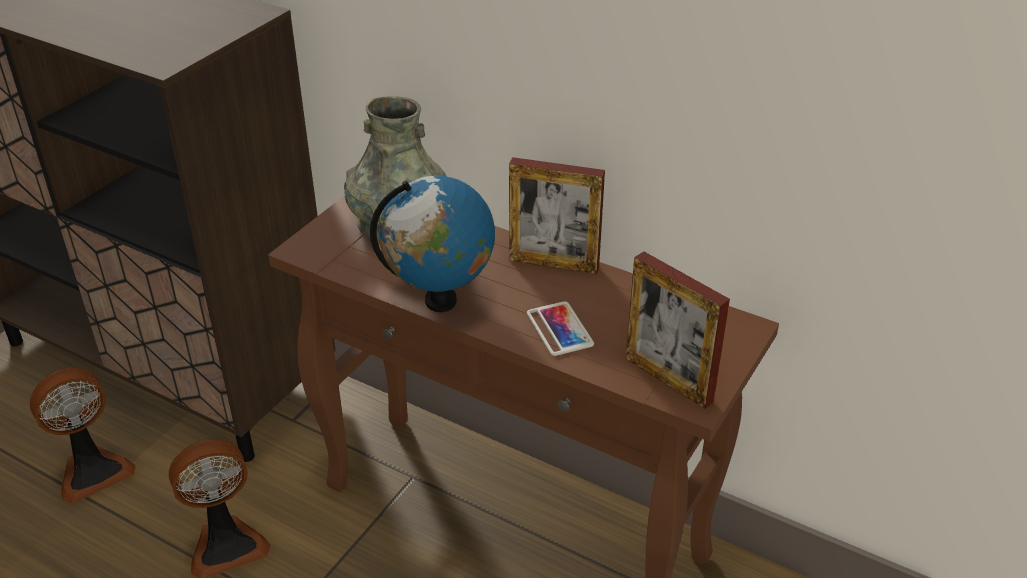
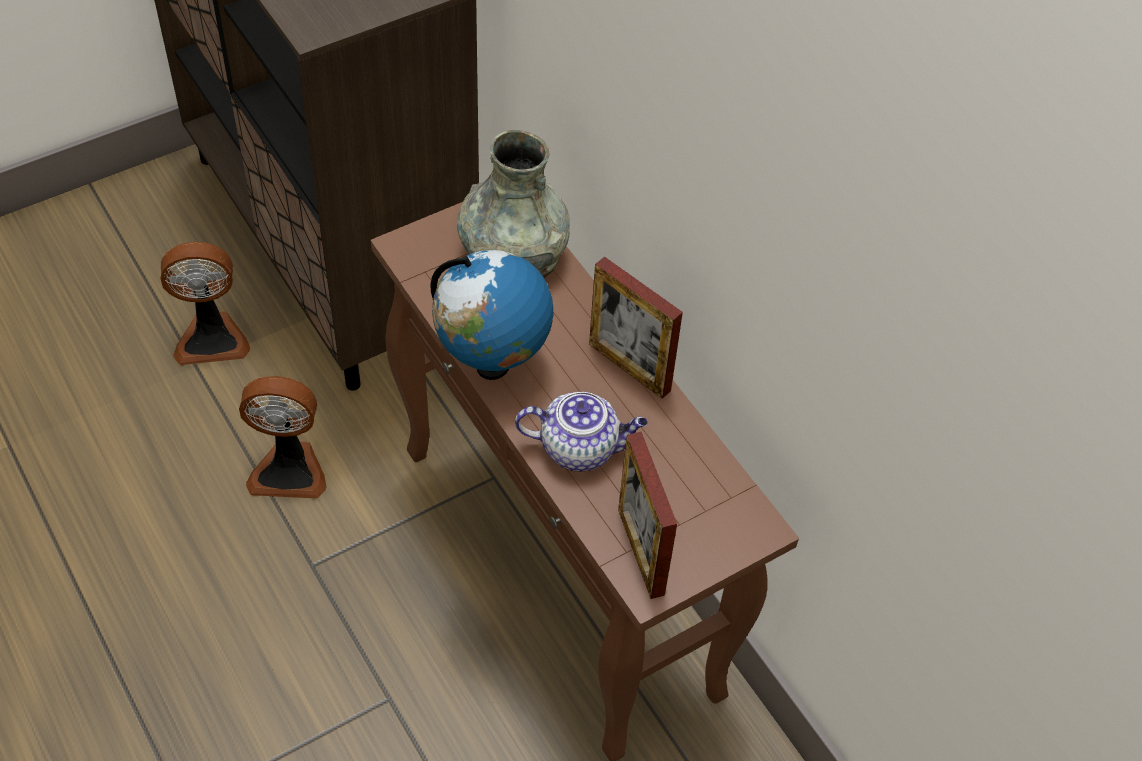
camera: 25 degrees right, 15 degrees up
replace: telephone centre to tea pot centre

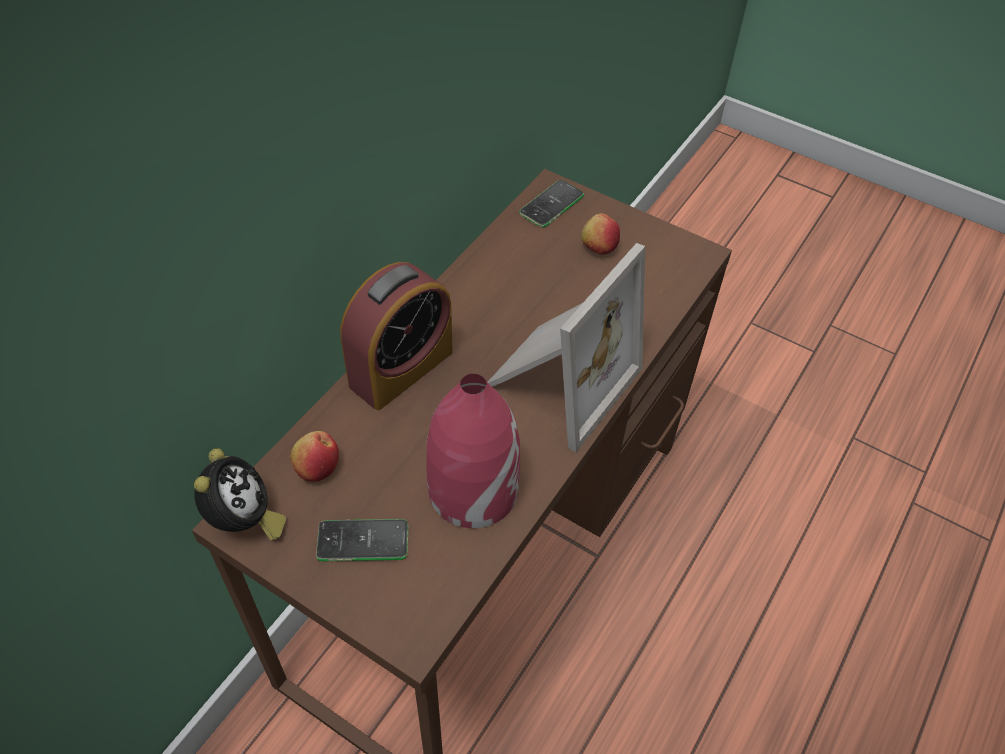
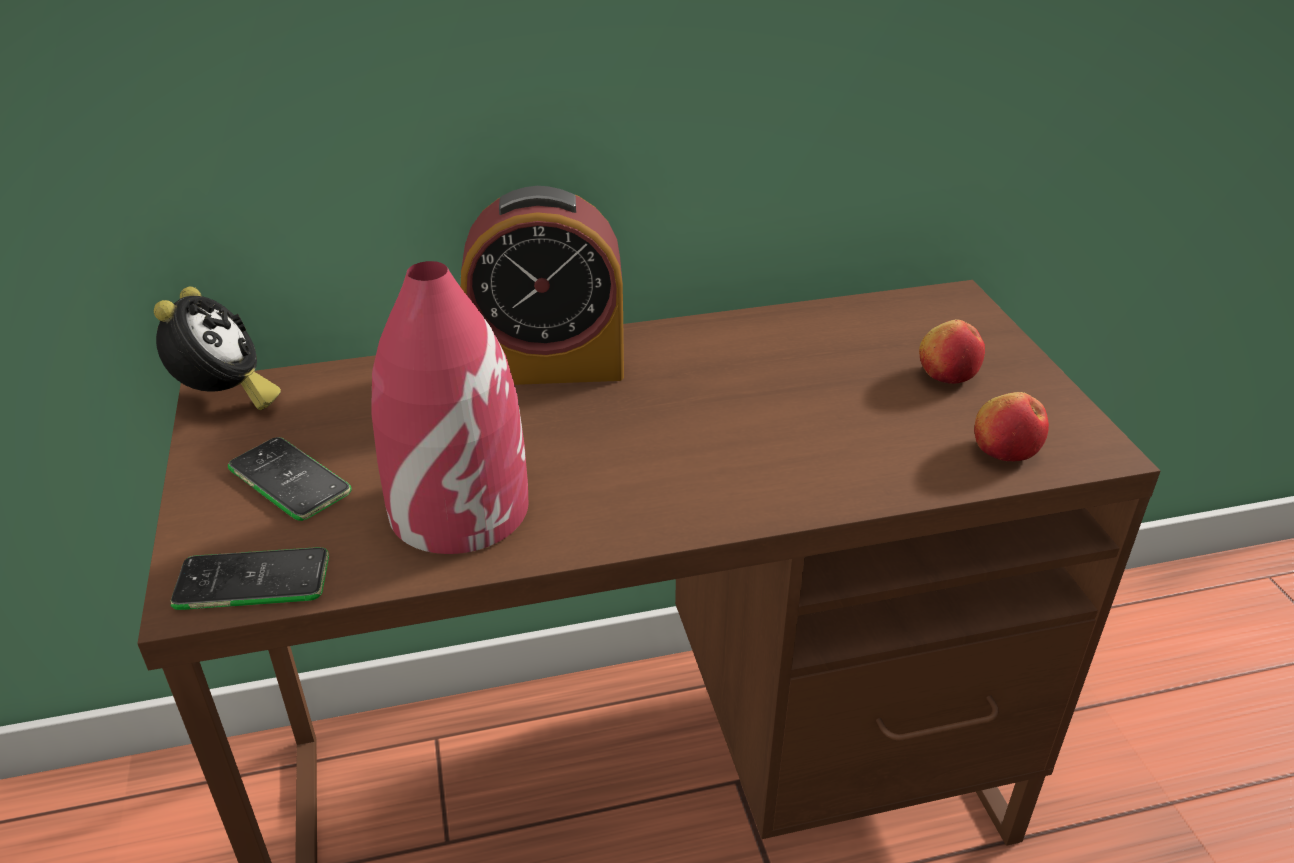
camera: 45 degrees right, 15 degrees down
delete: photo frame centre
move: whole apple (1st from left in the first image) middle left to whole apple (2nd from left) middle right; telephone (2nd from left in the first image) top centre to telephone (1st from left) bottom left
rotate: bedside clock (1st from left) middle left = middle left 45 degrees counterclockwise

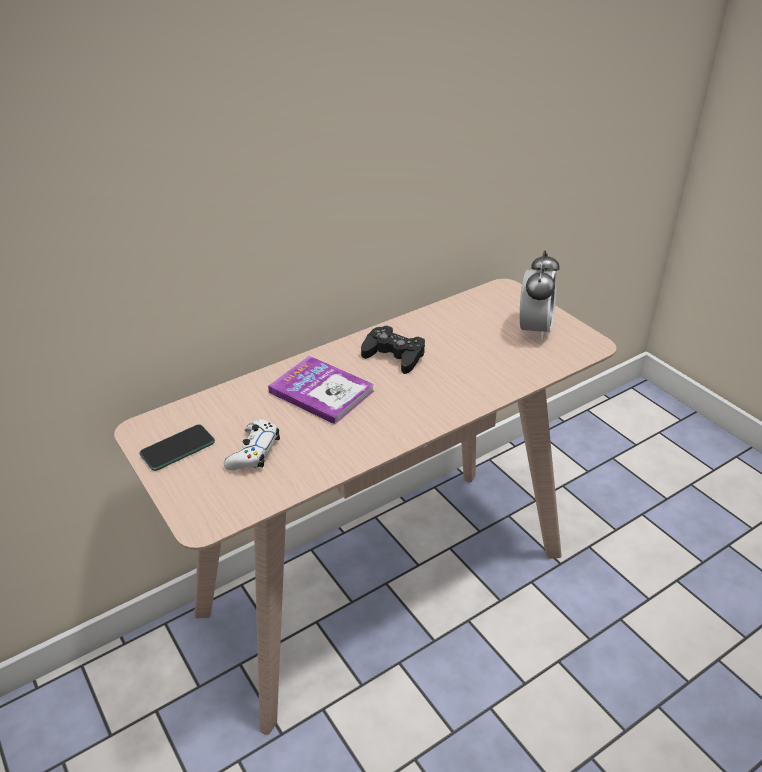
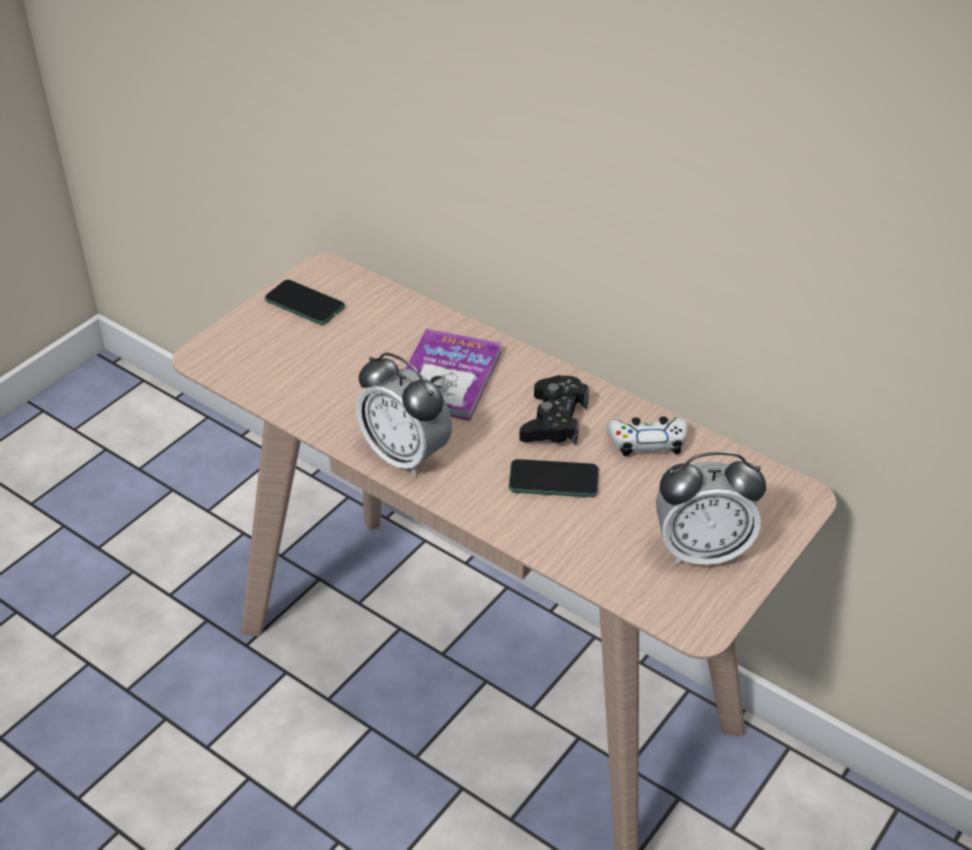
camera: 70 degrees right, 5 degrees up
insert: bedside clock (1st from left) centre; telephone (2nd from left) centre
move: joypad (white-coloured) middle left to centre

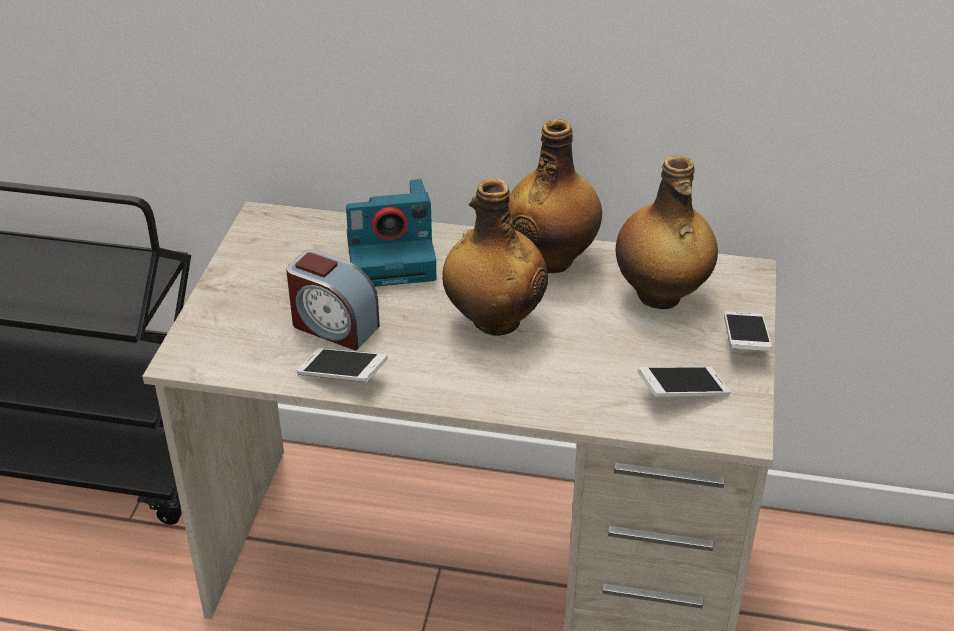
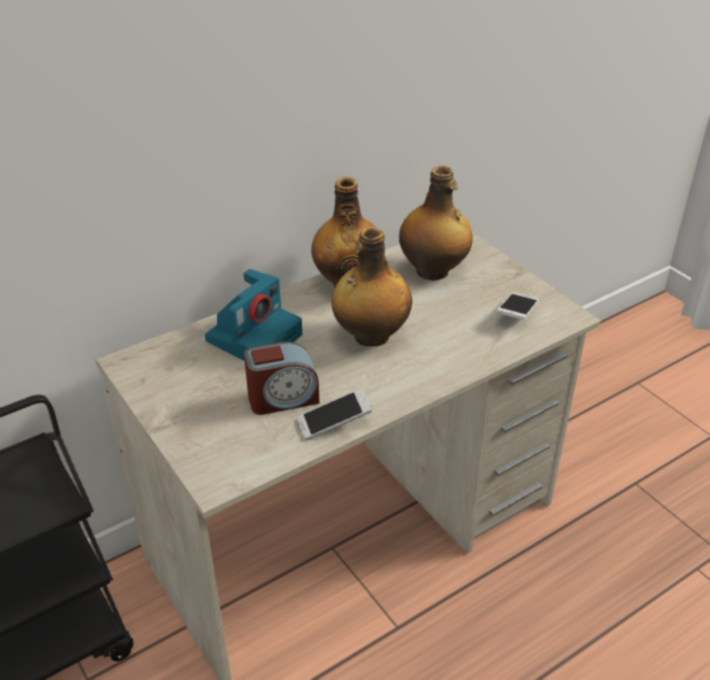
camera: 45 degrees left, 0 degrees up
delete: telephone (3rd from left) middle right

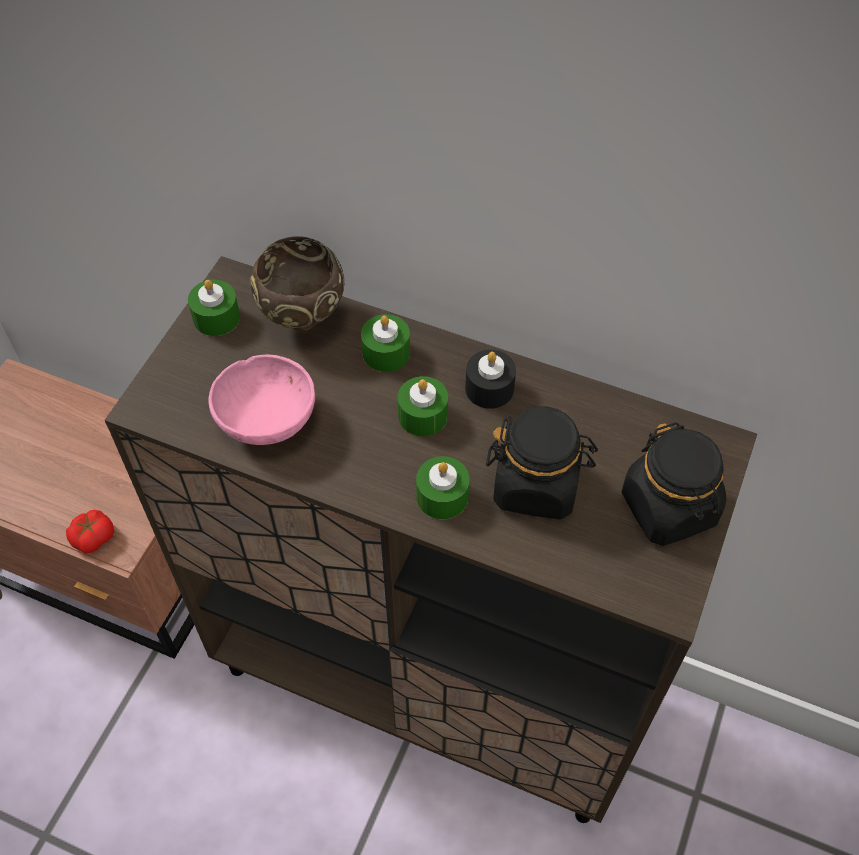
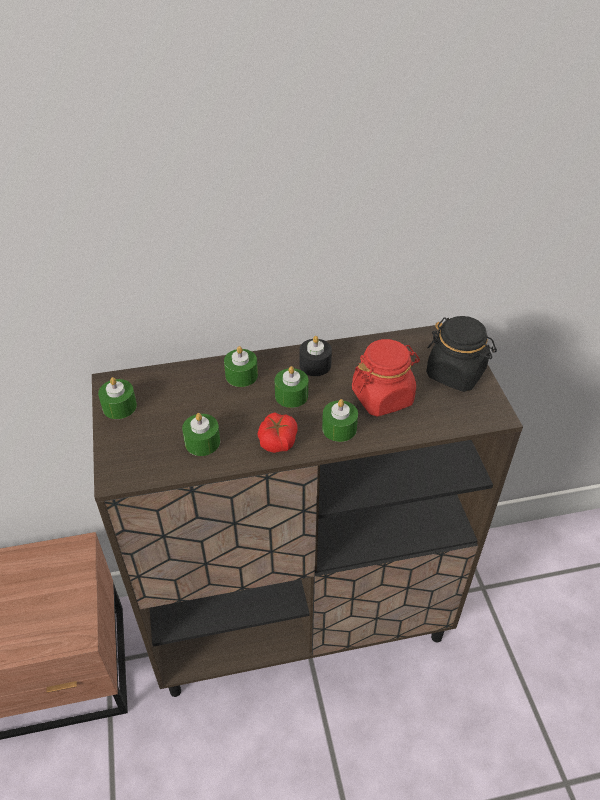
camera: 35 degrees left, 10 degrees down
delete: deep dish (brown-coloured) top centre
move: fresh tomato middle left to centre
replace: deep dish (pinkish) middle left to wax candle (green) (2nd from left) centre
recolor: jar (blackish) (1st from left) centre to jar (reddish) centre

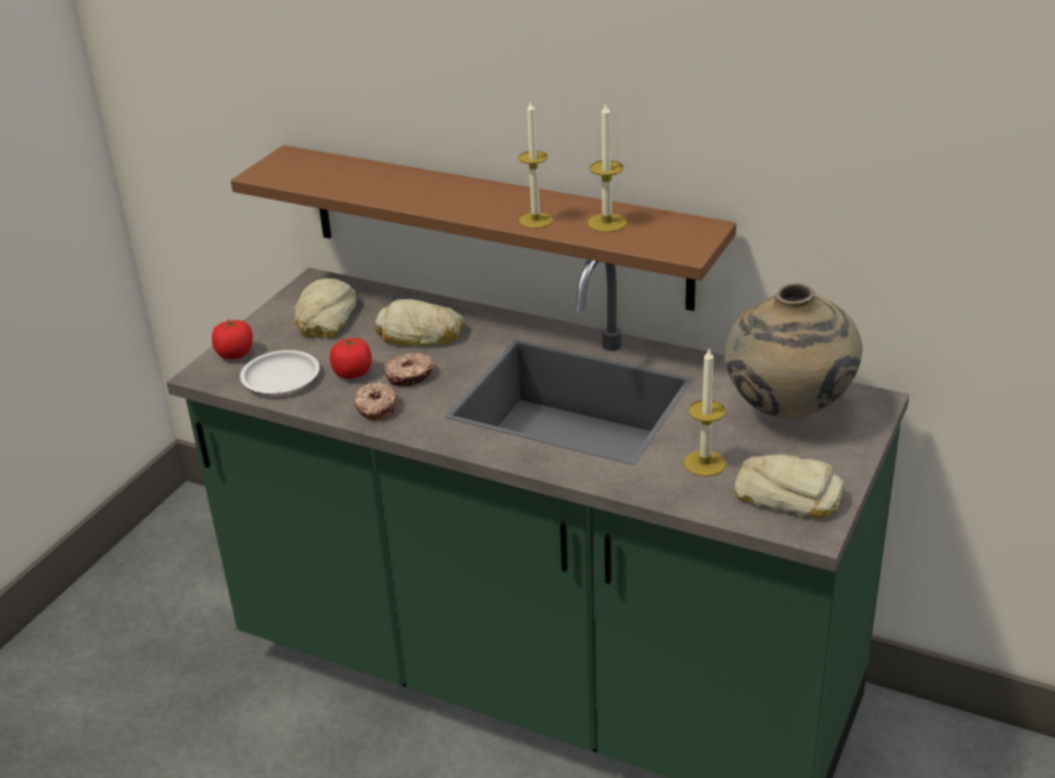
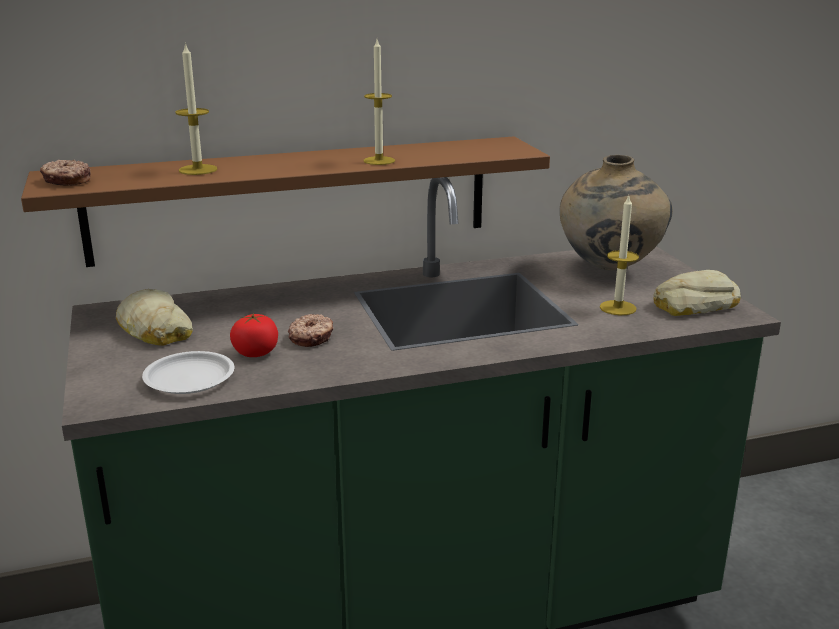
camera: 45 degrees left, 10 degrees down
delete: fresh tomato (1st from left) middle left; bread (2nd from left) centre
move: doughnut (1st from left) centre to top left; wax candle (2nd from left in the first image) top centre to wax candle (1st from left) top left

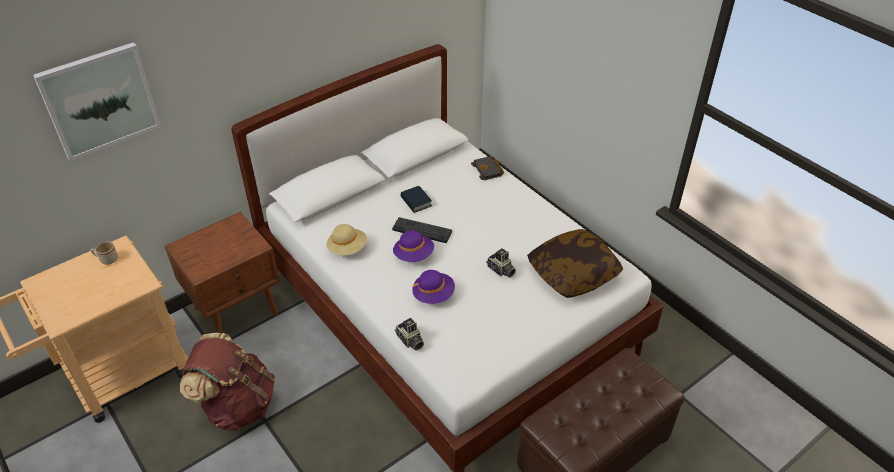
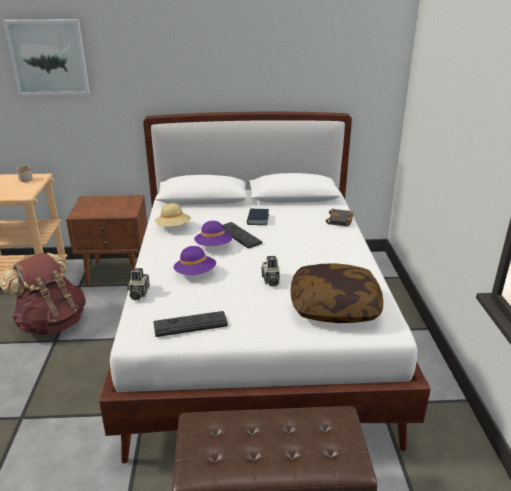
camera: 35 degrees right, 15 degrees down
insert: computer keyboard (1st from left) centre

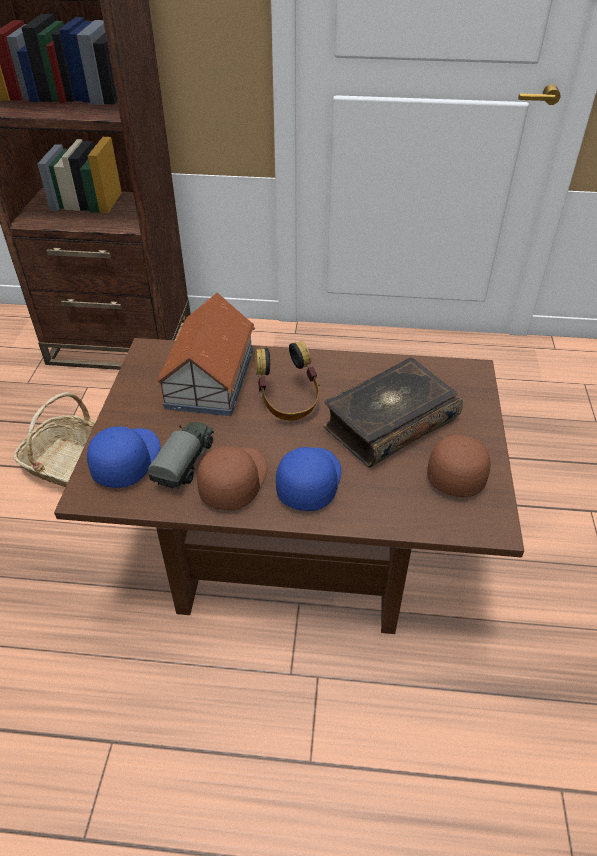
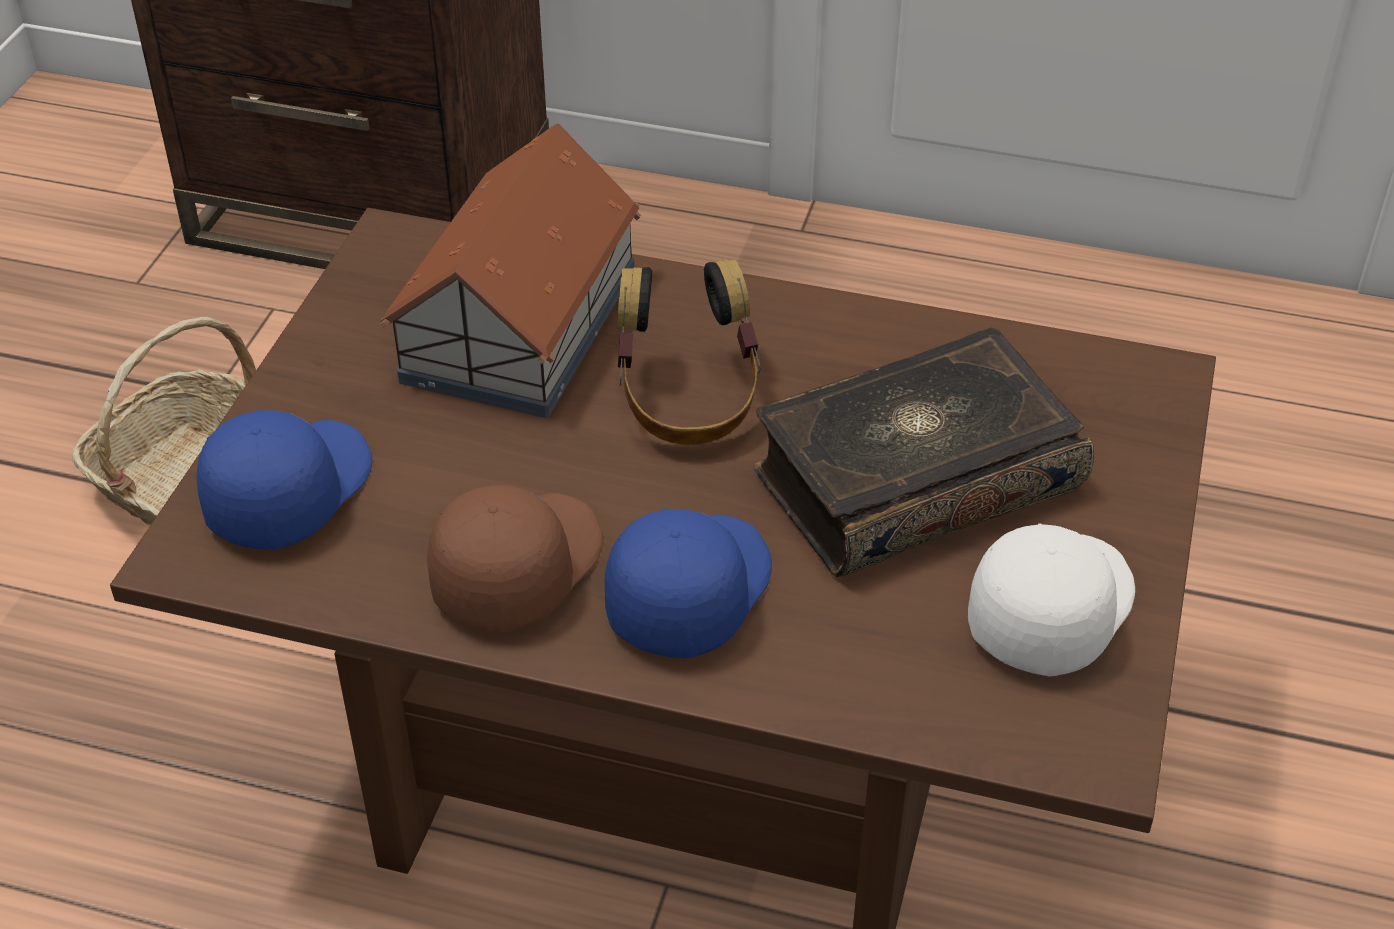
camera: 10 degrees right, 0 degrees up
delete: toy truck middle left
recolor: cap (brown-coloured) (2nd from left) middle right to cap (white-coloured) middle right

